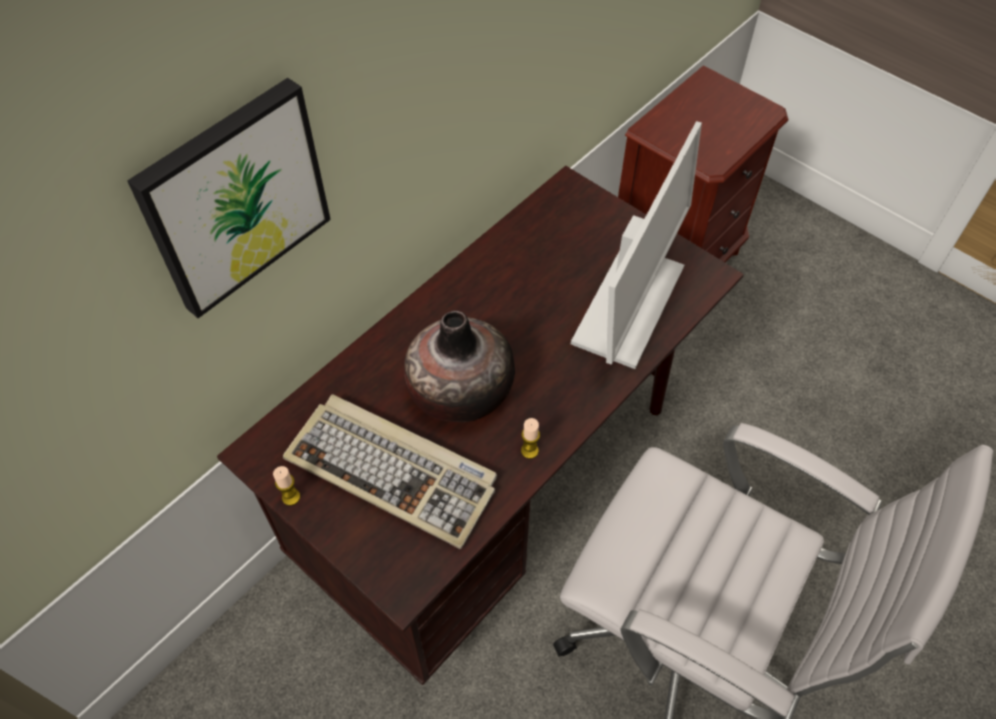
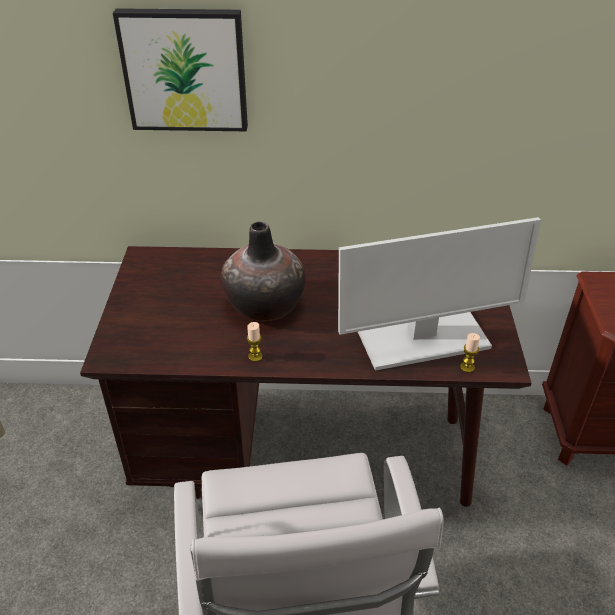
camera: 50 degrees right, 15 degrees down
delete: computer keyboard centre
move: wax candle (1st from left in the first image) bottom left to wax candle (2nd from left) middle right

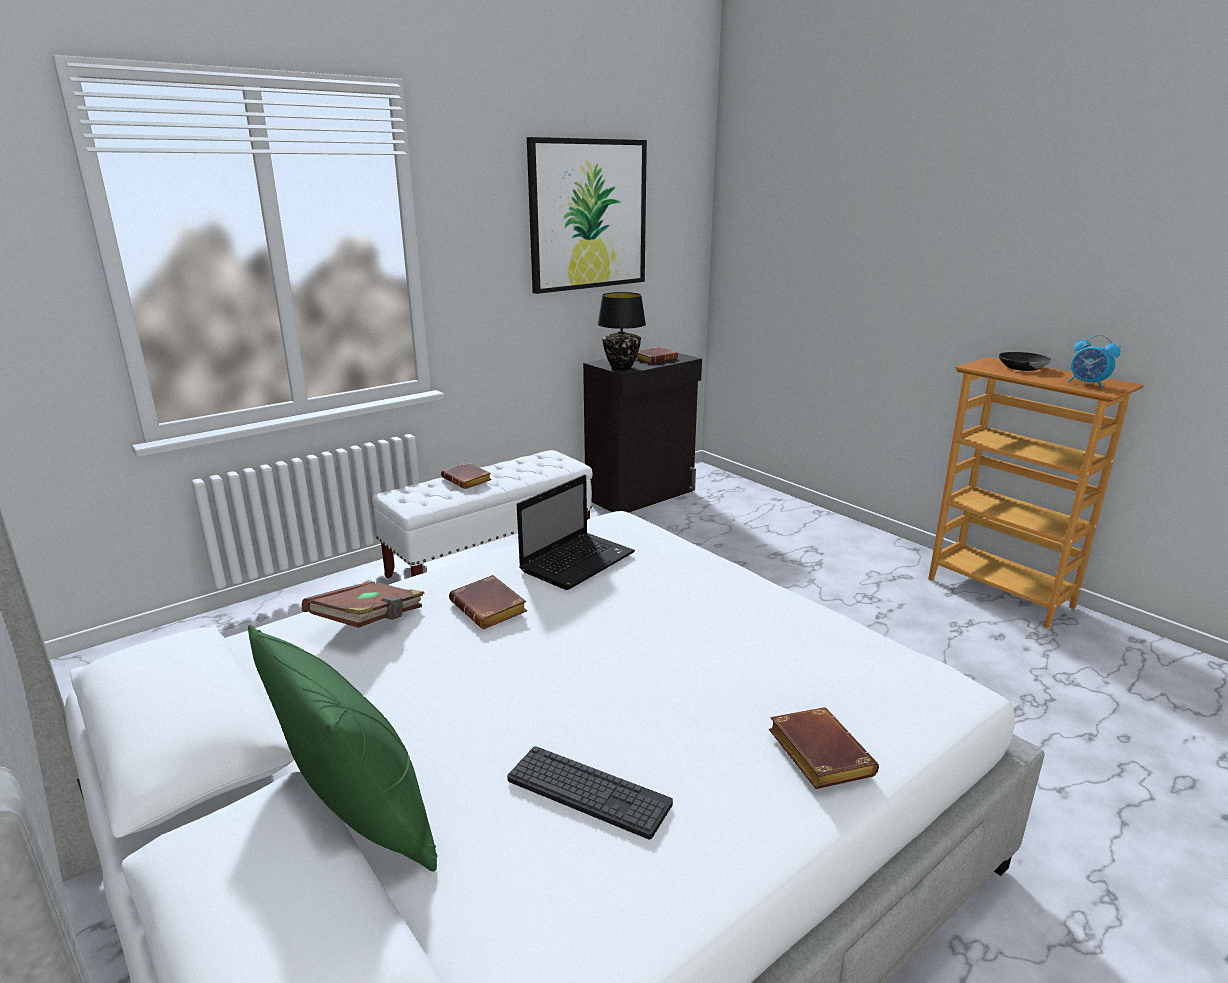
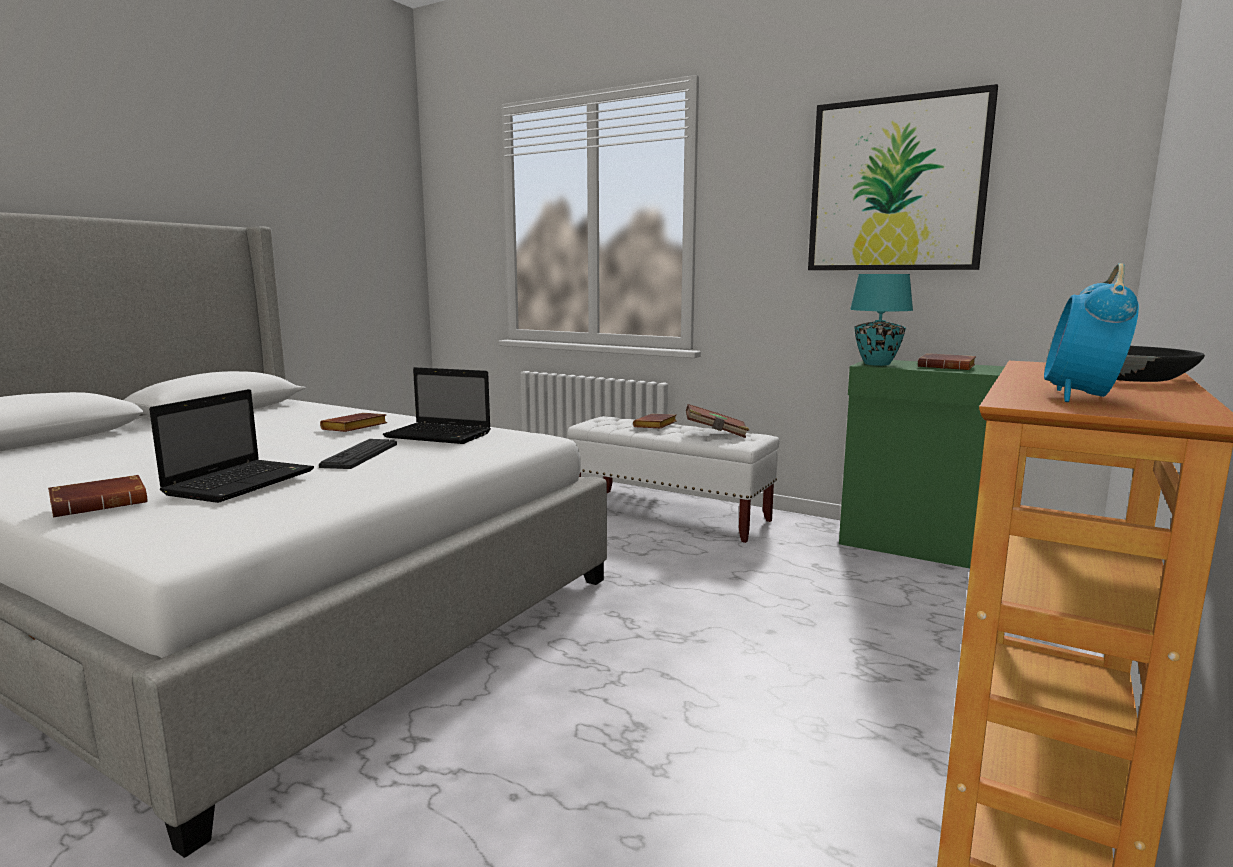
camera: 70 degrees right, 10 degrees down
delete: cushion (green) bottom left
insert: laptop (1st from left) middle left
move: volume (brown-coloured) (1st from left in the first image) middle left to volume (brown-coloured) (4th from left) centre; computer keyboard bottom centre to middle left
recolor: storage cabinet (blackish) centre to storage cabinet (green) middle right; table lamp (blackish) centre to table lamp (blue-green) middle right

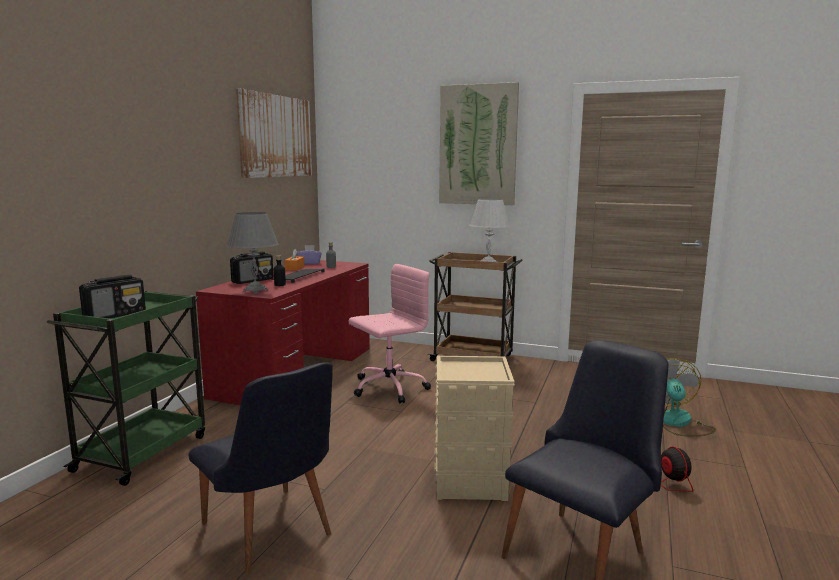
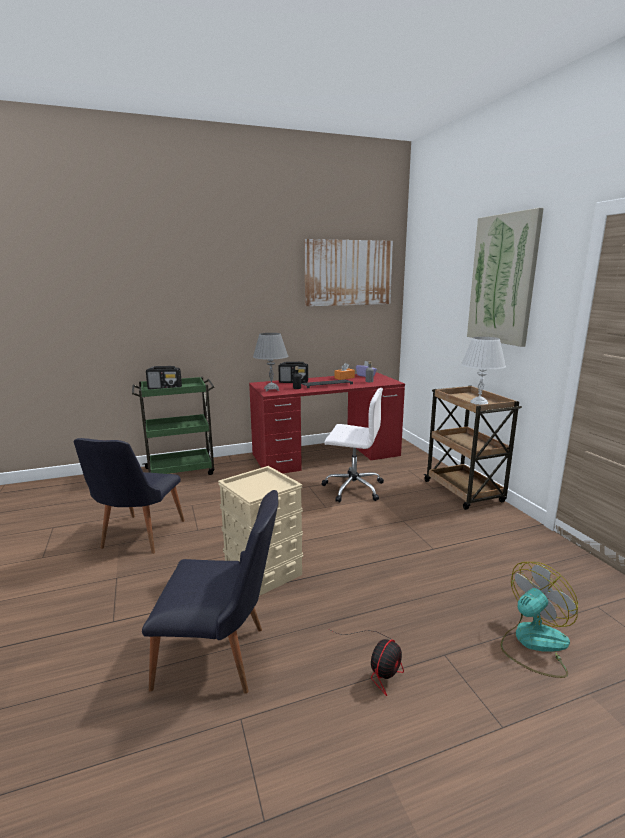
camera: 50 degrees right, 5 degrees up
recolor: computer chair (pinkish) centre to computer chair (white-coloured) centre

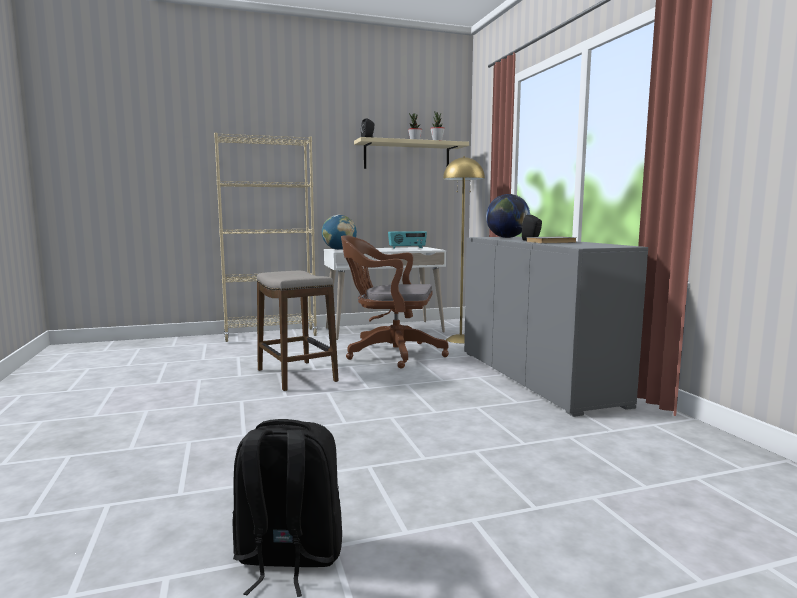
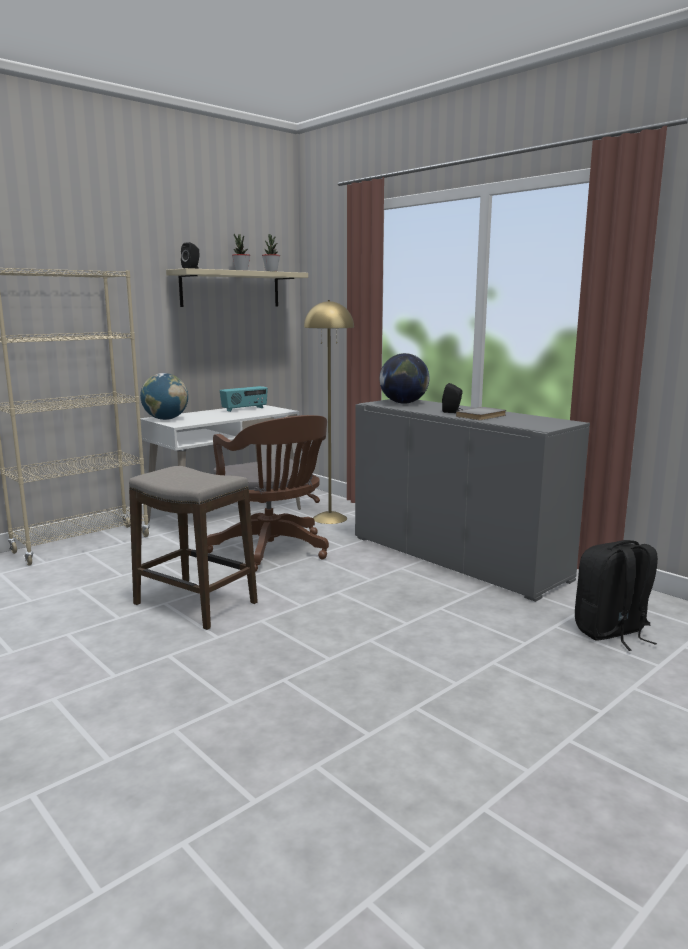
camera: 25 degrees left, 5 degrees up
move: knapsack (blackish) bottom centre to middle right
rotate: computer chair (brown-coloured) centre = centre 105 degrees counterclockwise

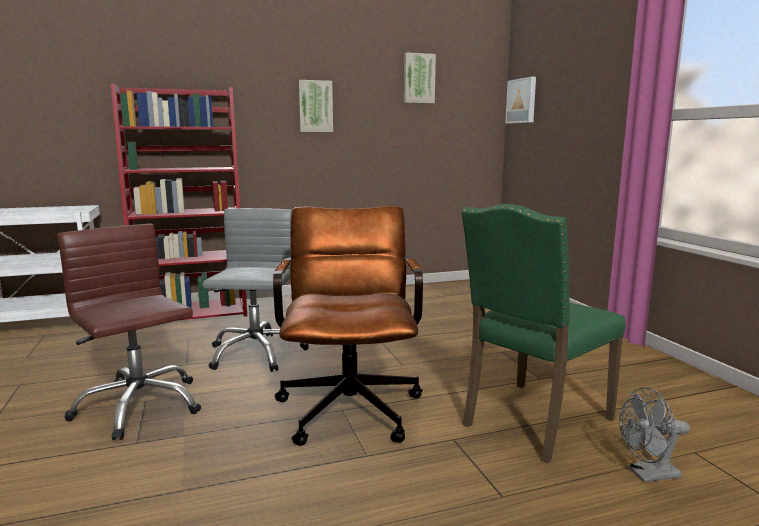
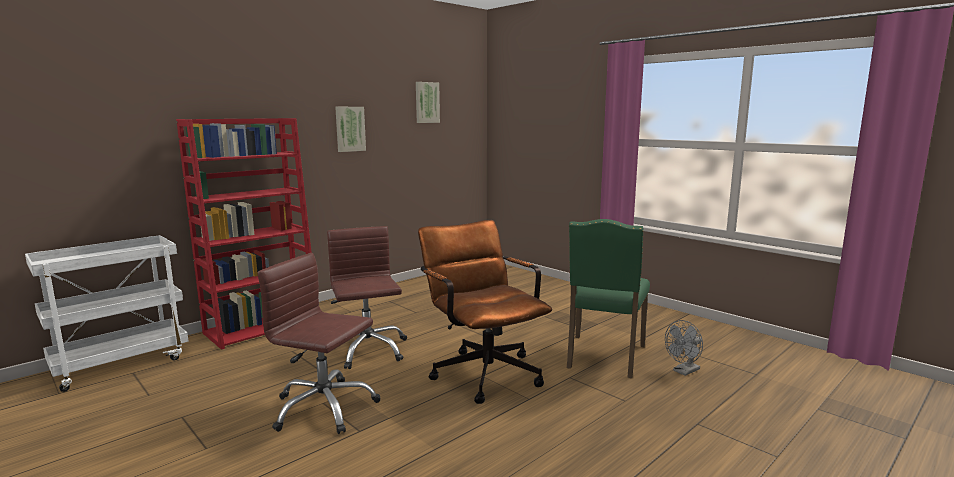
camera: 25 degrees left, 0 degrees up
delete: wall art (3rd from left) top right
recolor: computer chair (gray) centre to computer chair (brown-coloured) (2nd from left) centre

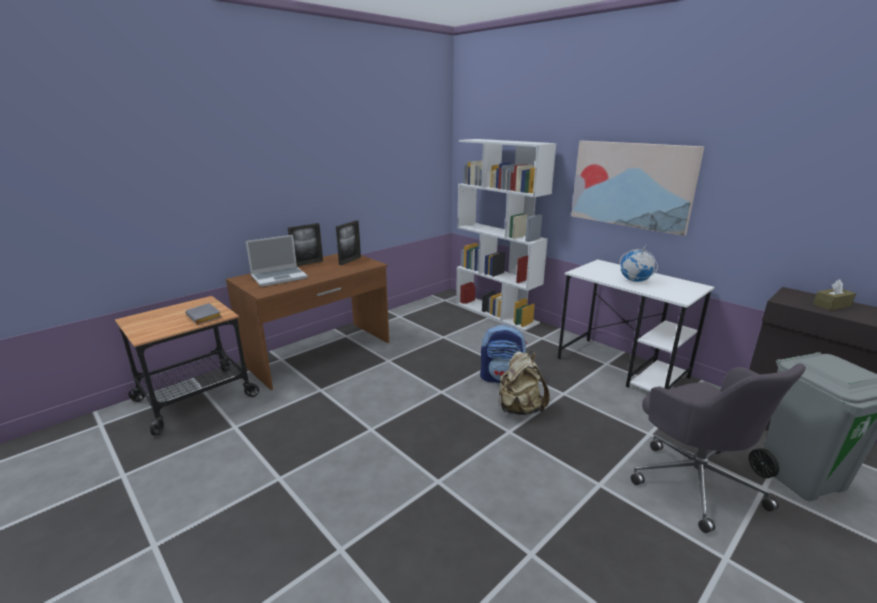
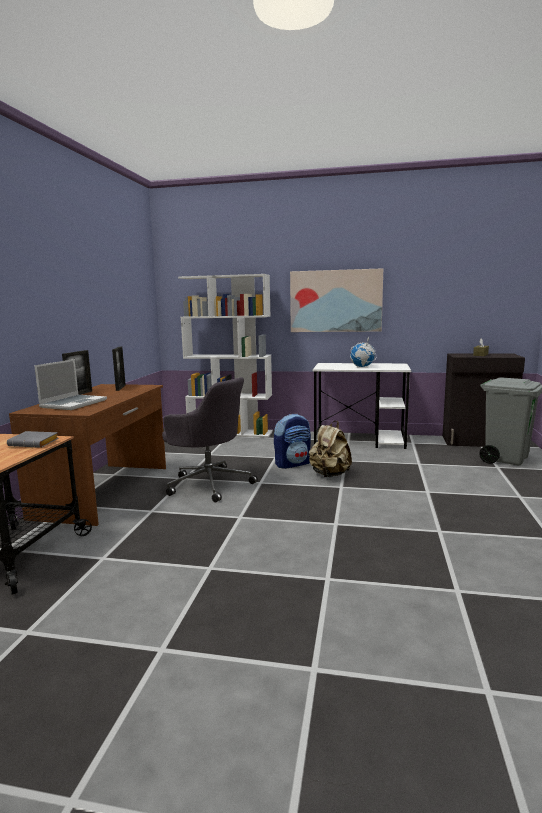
camera: 35 degrees left, 10 degrees down
move: computer chair (gray) bottom right to centre

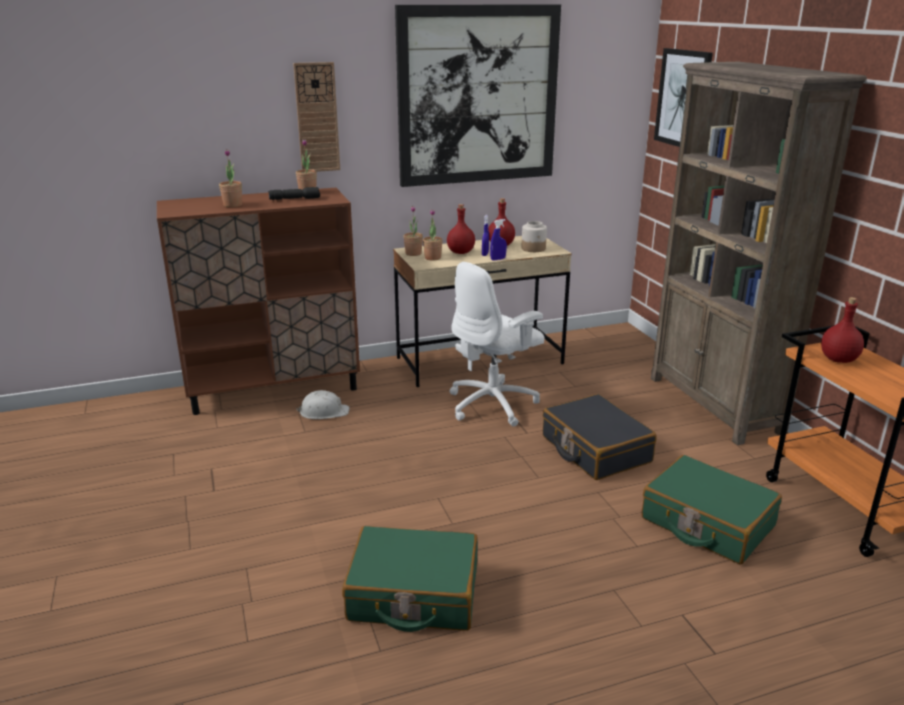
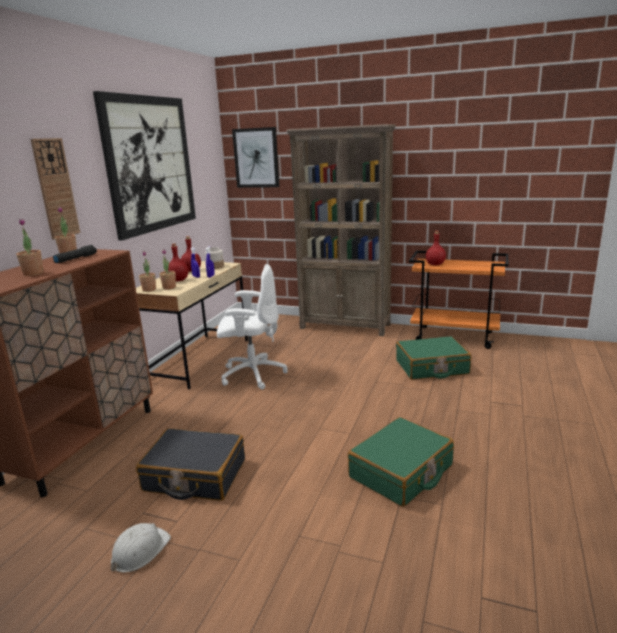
camera: 50 degrees left, 5 degrees down
move: hard hat (white-coloured) centre to bottom left; piece of luggage (blackish) centre to bottom left
rotate: computer chair (white-coloured) centre = centre 90 degrees counterclockwise

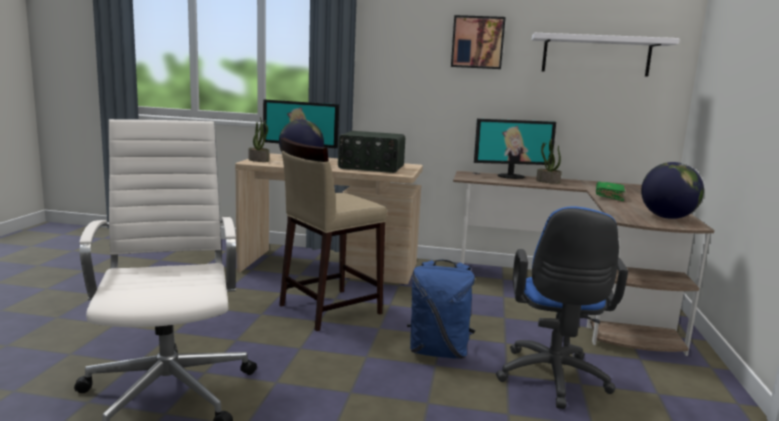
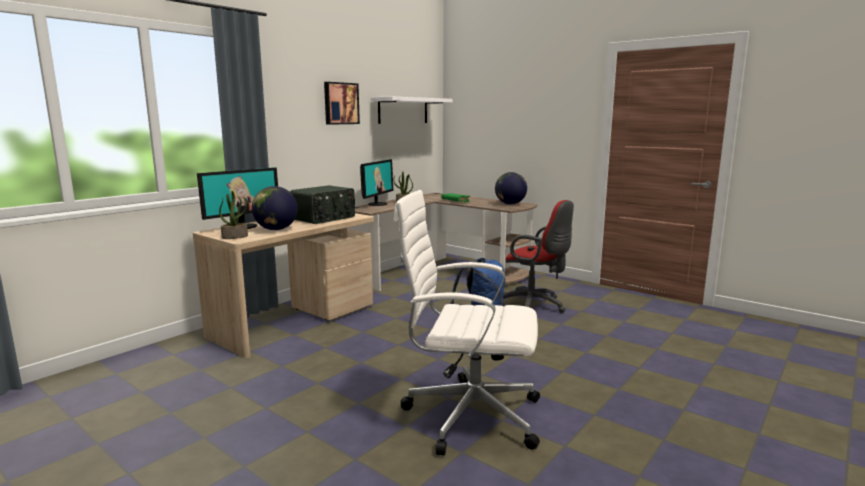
camera: 60 degrees left, 0 degrees up
delete: stool seat (sand-coloured) centre
recolor: computer chair (bluish) bottom right to computer chair (reddish) centre

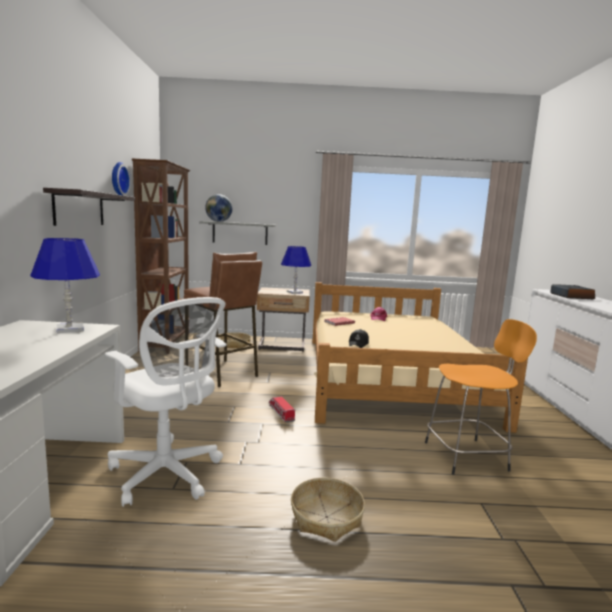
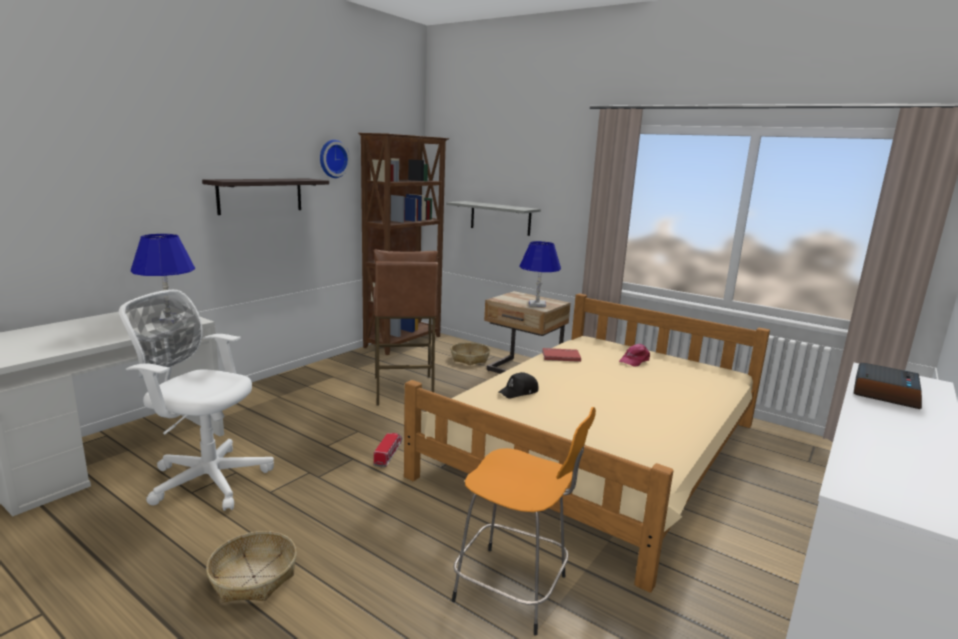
camera: 35 degrees right, 5 degrees up
delete: globe centre
rotate: computer chair (white-coloured) middle left = middle left 120 degrees clockwise

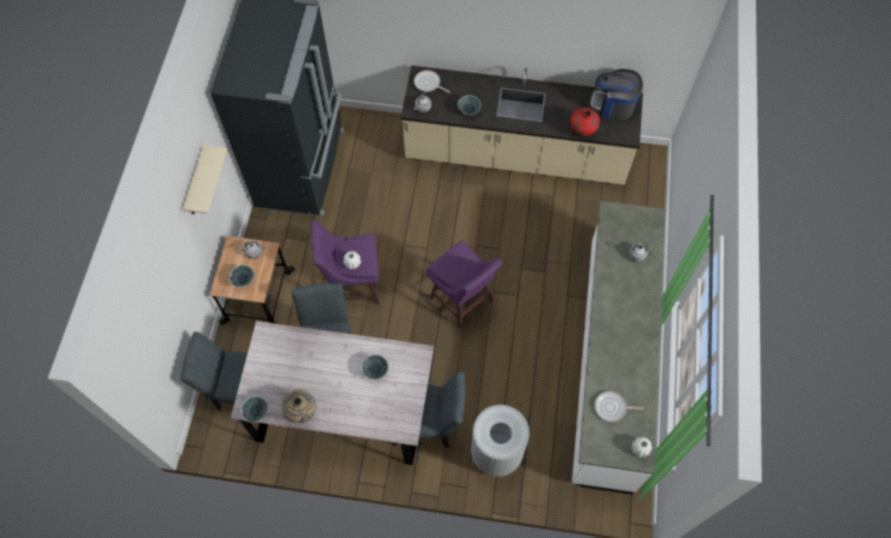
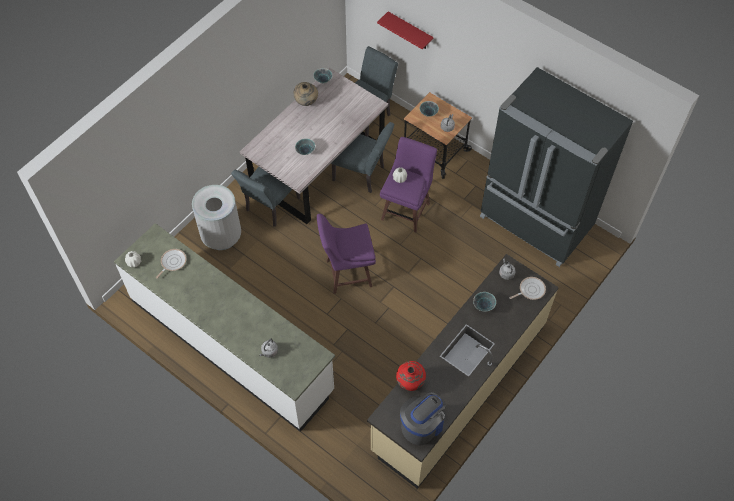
camera: 120 degrees right, 5 degrees down
delete: bracket shelf (sand-coloured) top left
insert: bracket shelf (reddish) top centre

